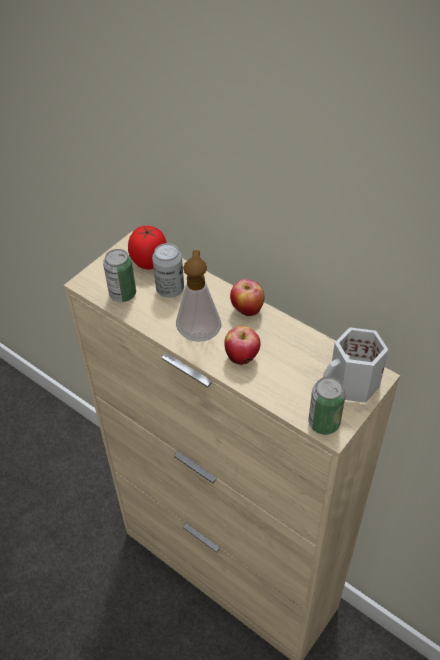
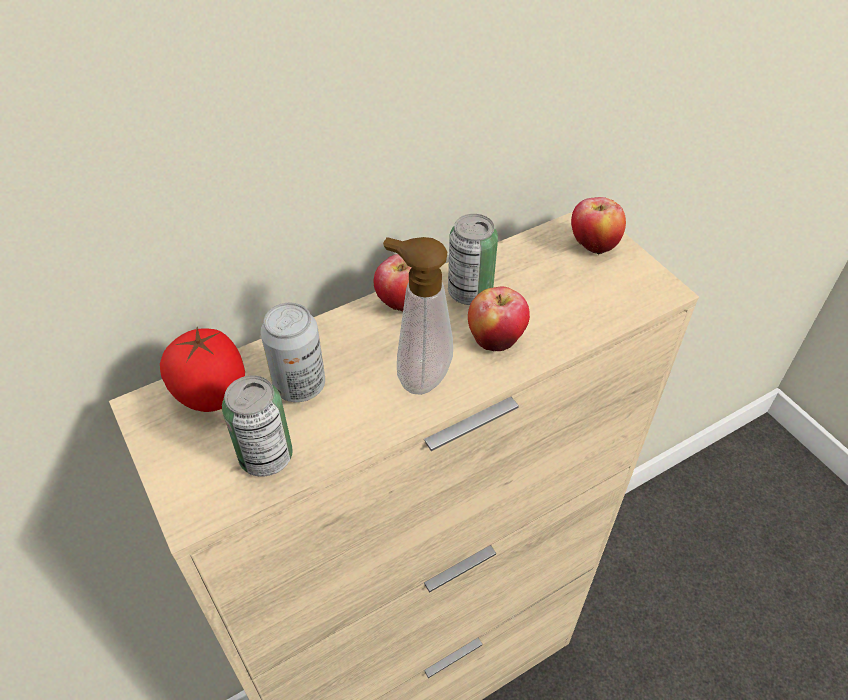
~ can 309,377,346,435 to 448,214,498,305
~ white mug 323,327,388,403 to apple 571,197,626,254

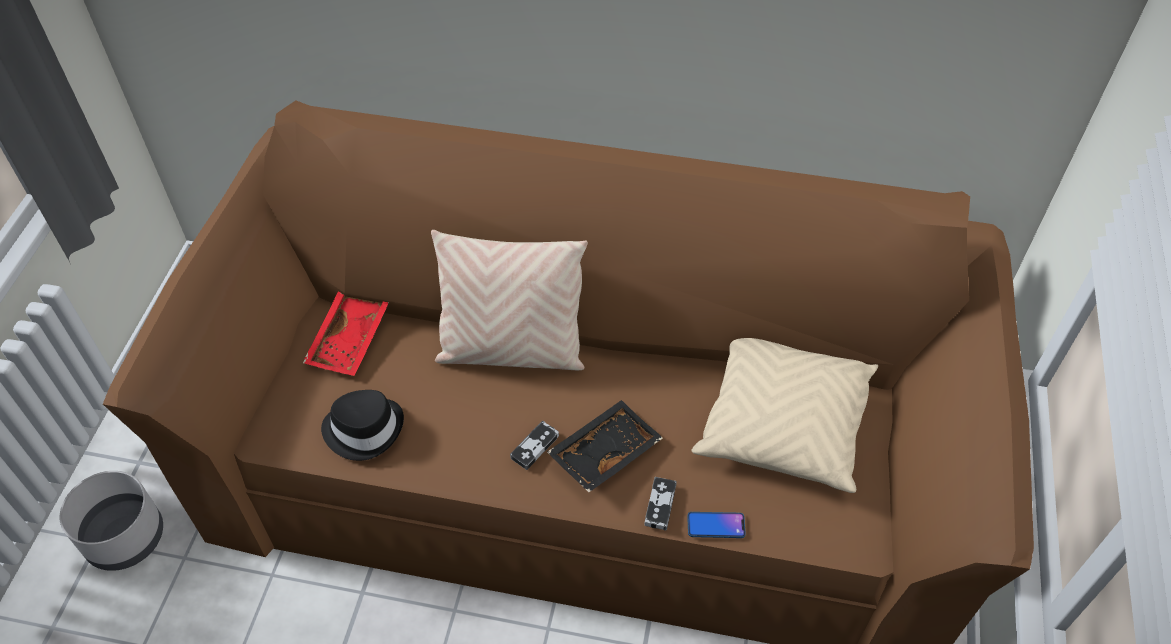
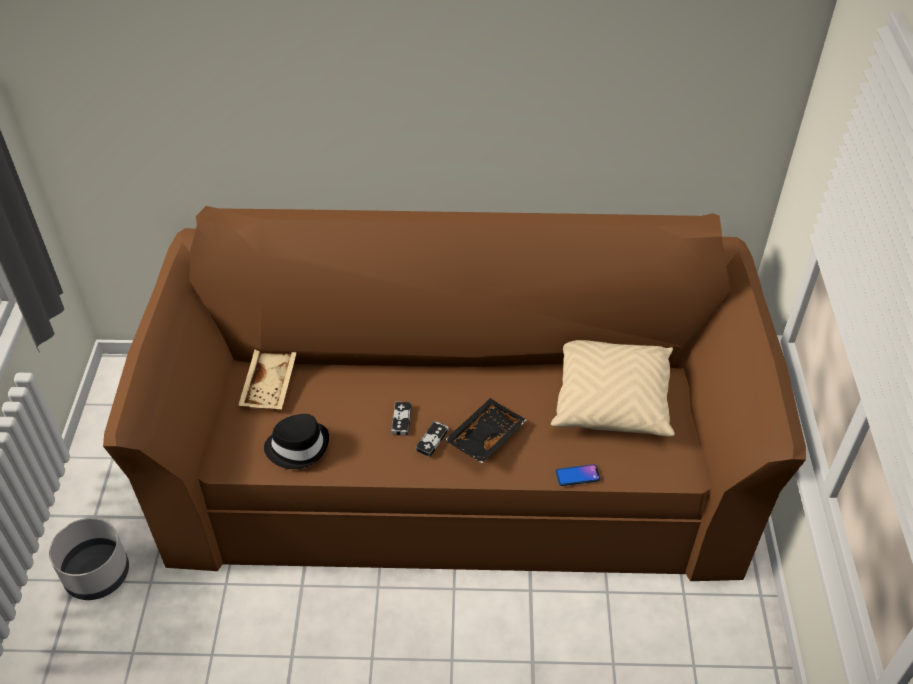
~ red tray 303,291,389,376 to beige tray 238,349,297,409
- beige pillow 431,230,588,370
~ game controller 644,477,677,531 to 392,402,412,436

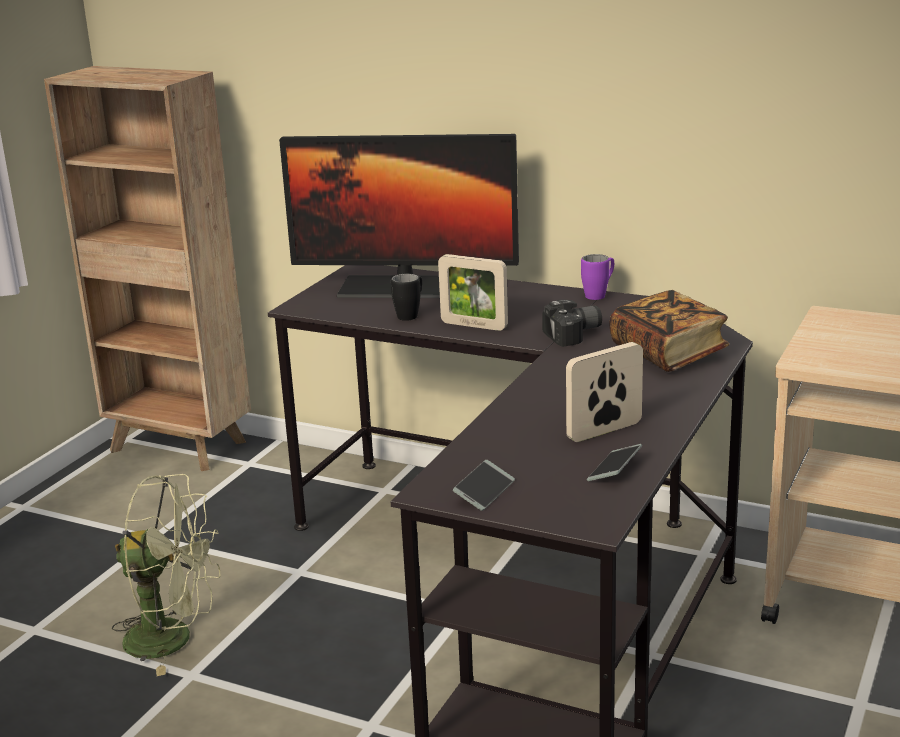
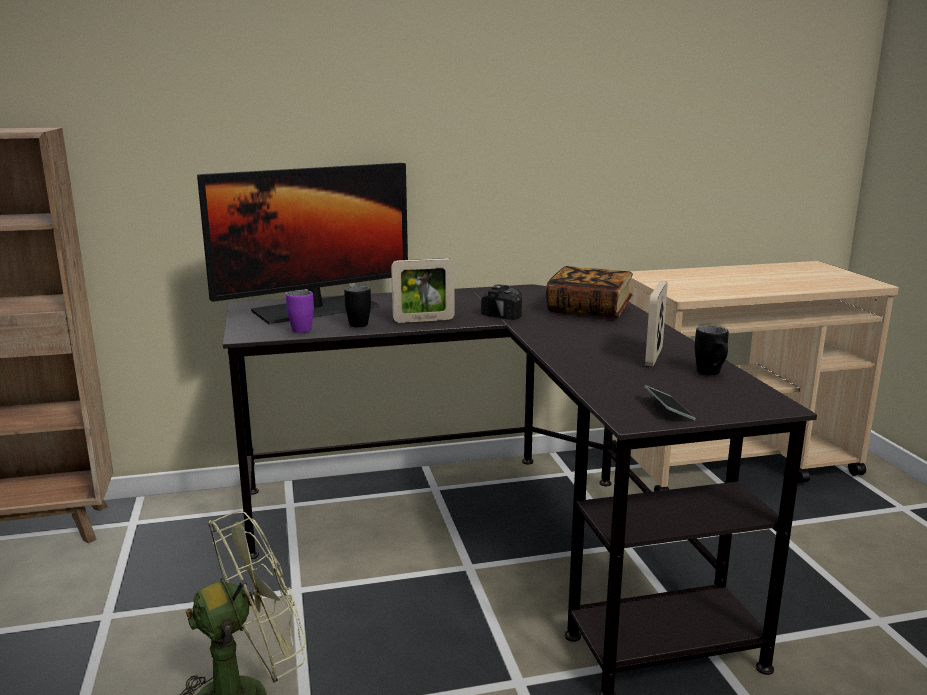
~ purple mug 581,254,614,300 to 286,290,314,333
~ phone 587,444,642,481 to black mug 695,325,729,376

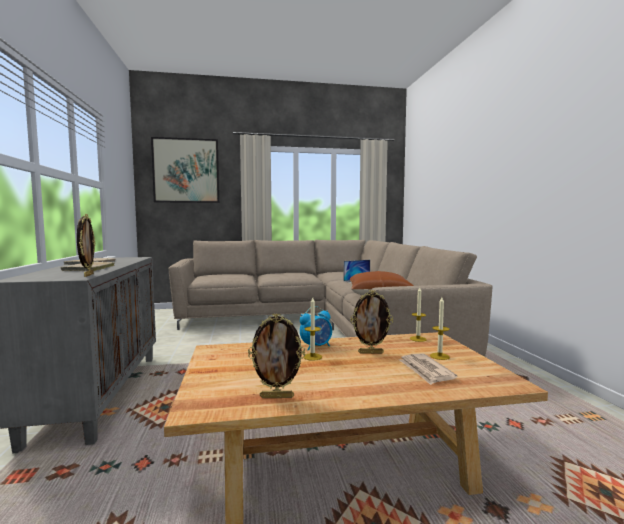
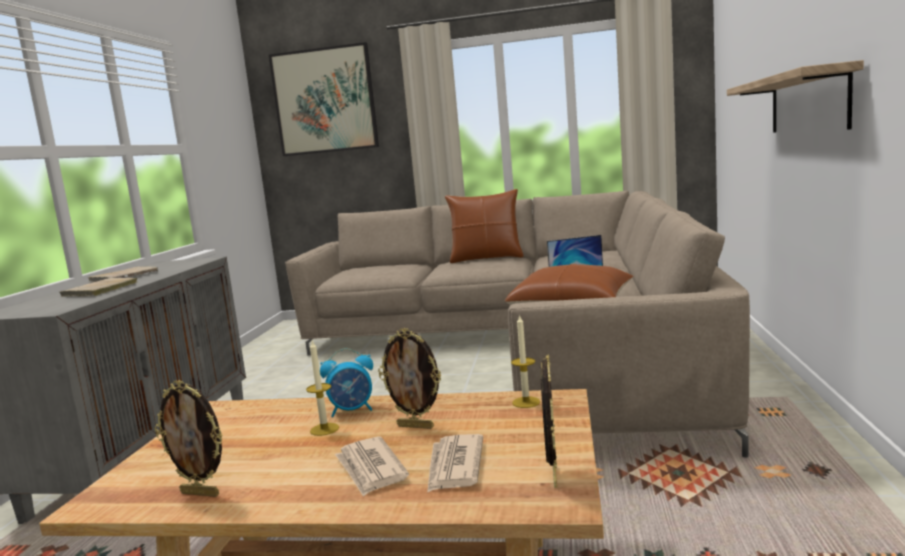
~ picture frame 77,214,96,277 to 540,354,557,488
- candle 430,297,450,360
+ newspaper 335,436,409,497
+ brown pillow 445,189,524,263
+ shelf 727,60,864,133

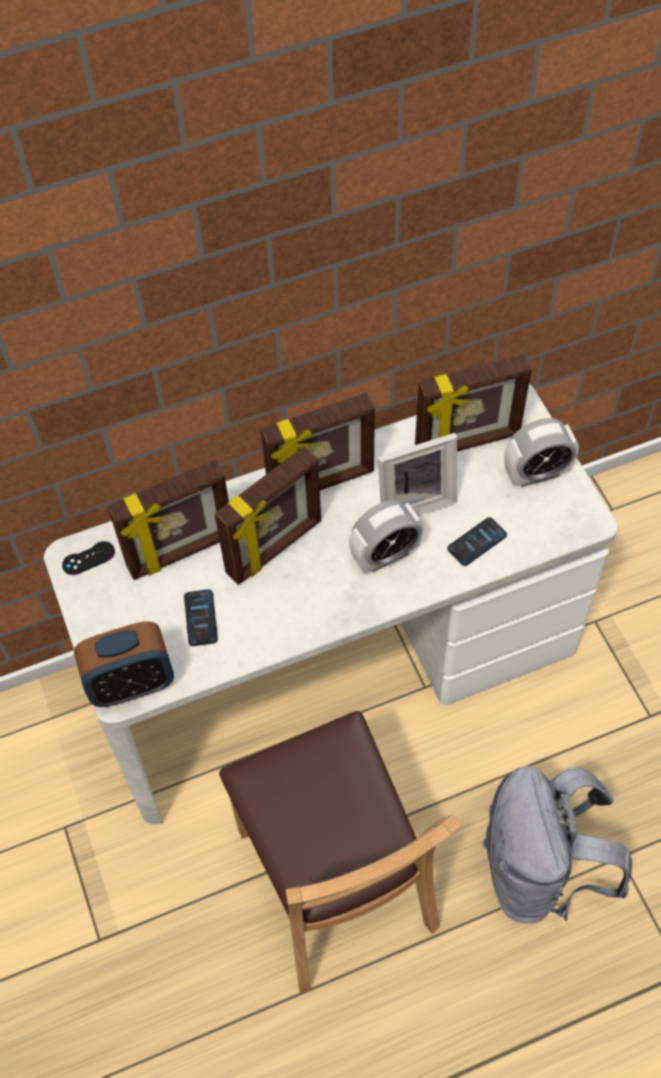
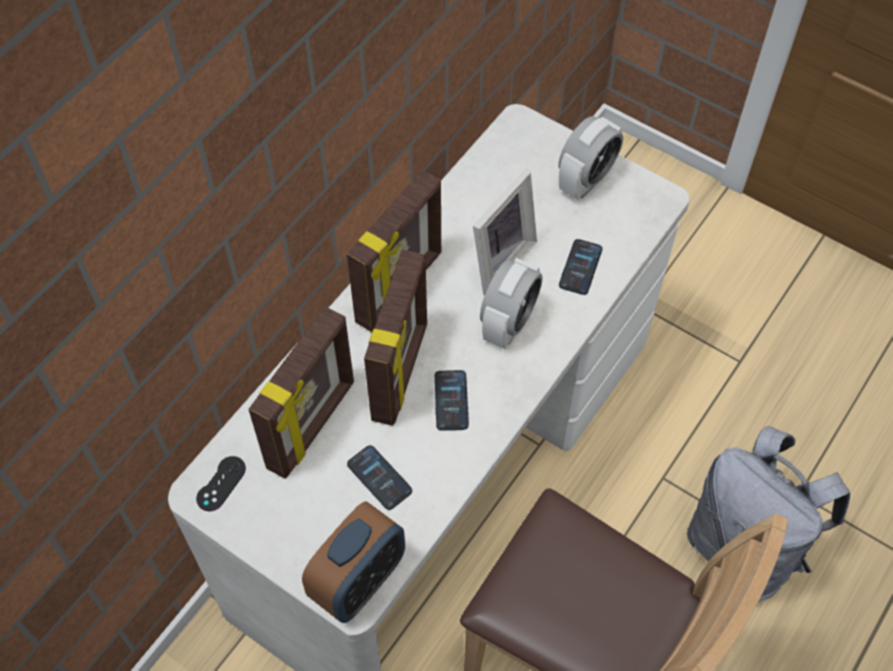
- picture frame 415,354,532,451
+ phone 435,370,469,431

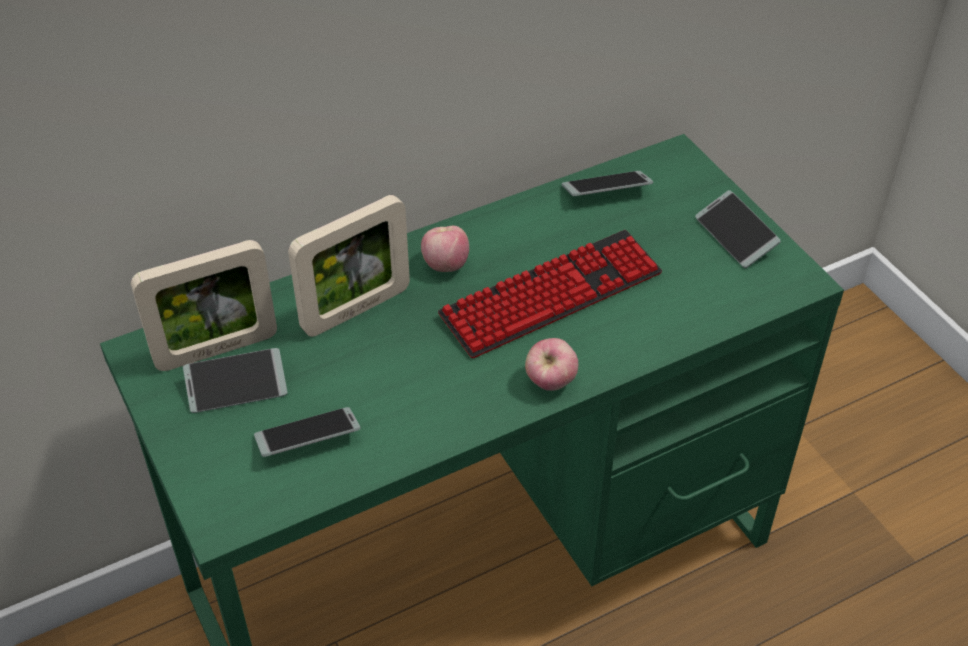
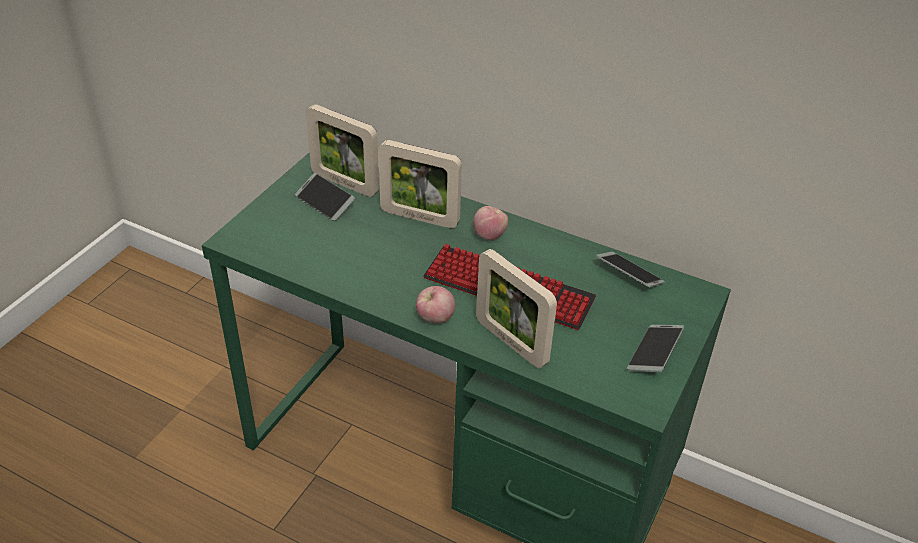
- phone 254,407,361,457
+ picture frame 476,249,557,368

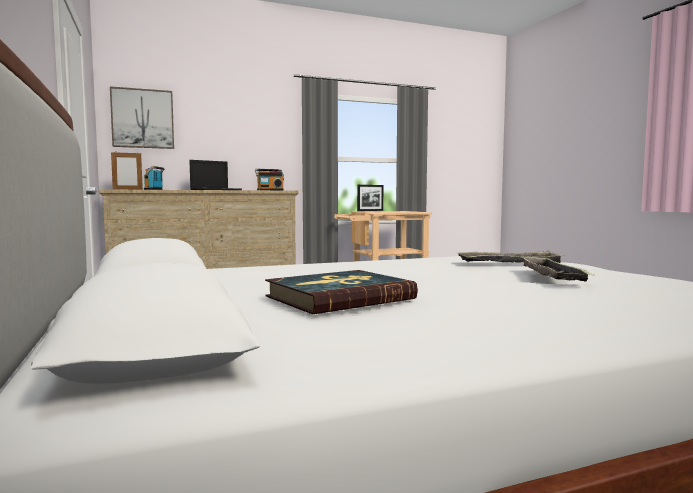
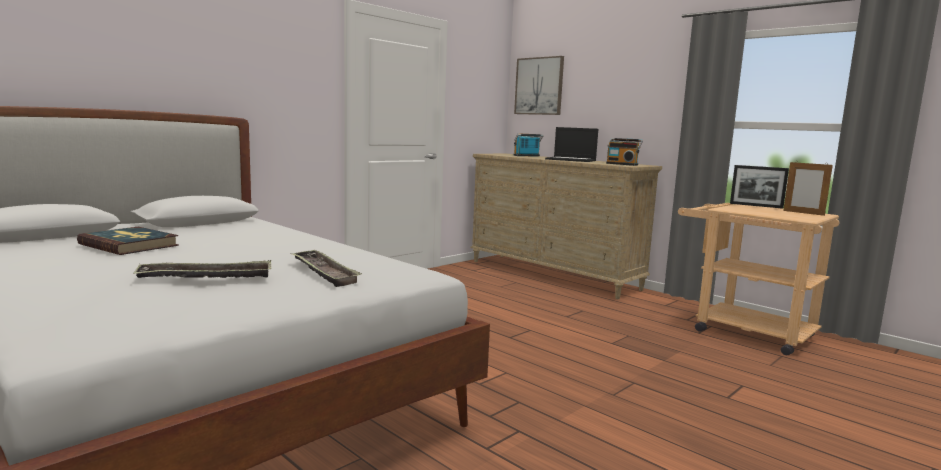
~ picture frame 111,152,143,190 to 783,161,833,216

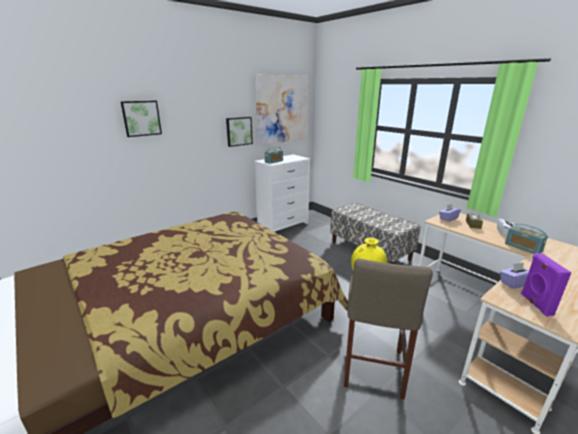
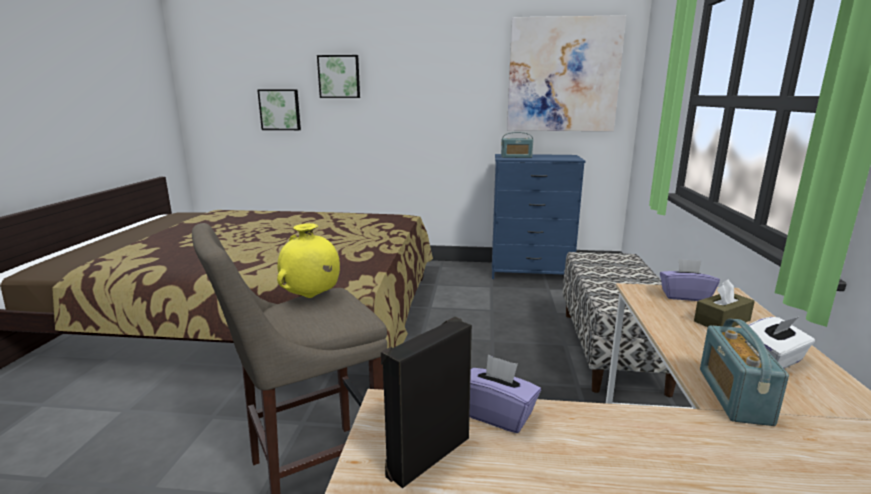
~ picture 226,117,253,147 to 257,89,301,130
~ white dresser 254,154,310,232 to blue dresser 492,154,586,279
~ purple speaker 521,253,572,316 to black speaker 381,317,472,488

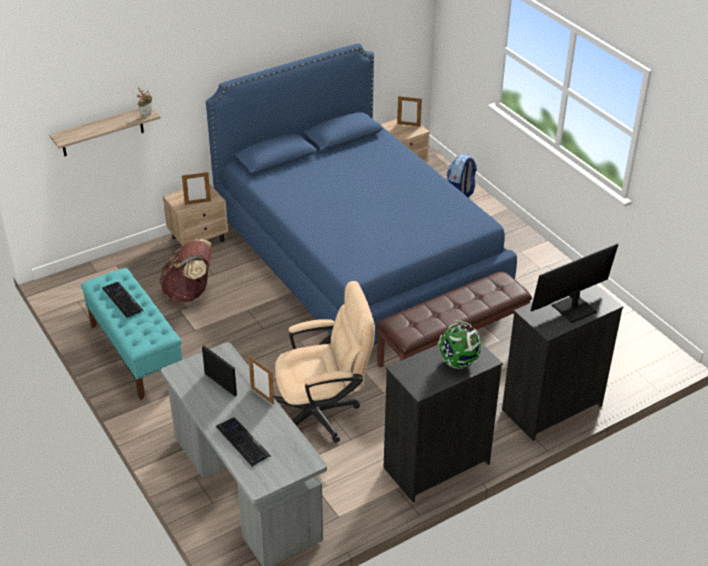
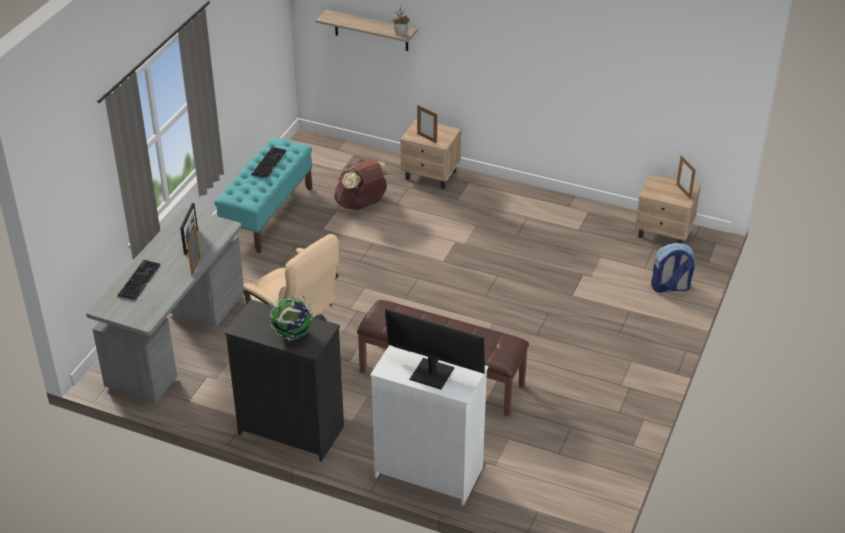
- blue bed 206,43,517,345
~ black dresser 502,285,624,441 to white dresser 370,345,488,506

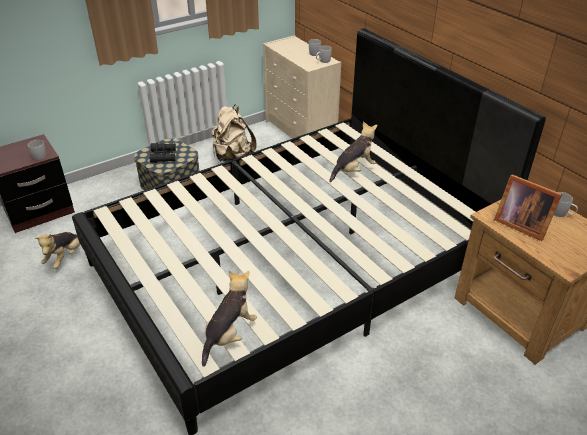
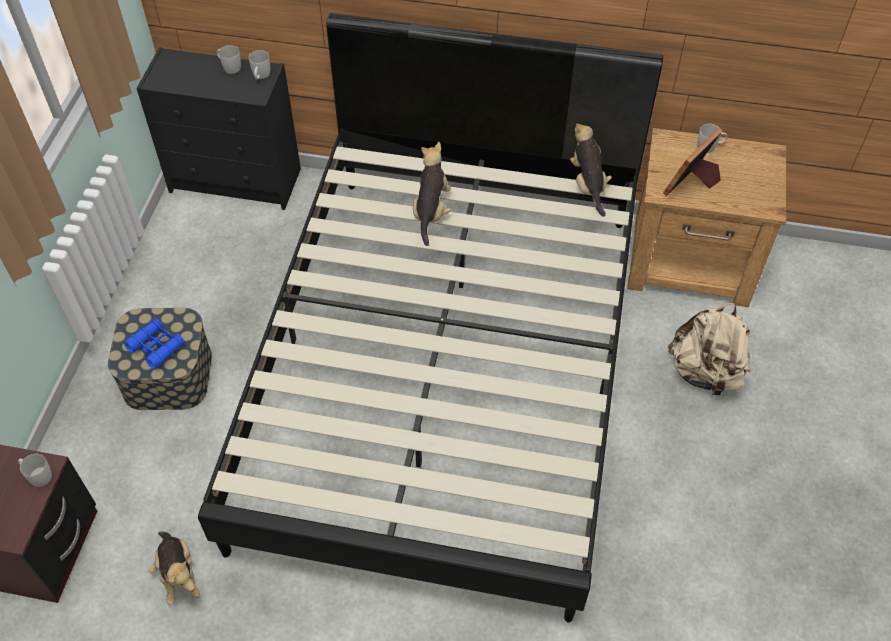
~ black binoculars 149,143,176,163 to blue binoculars 124,318,185,369
~ plush toy 202,271,257,367 to 570,124,612,217
~ beige backpack 211,105,256,162 to 668,303,751,396
~ beige dresser 263,35,341,139 to black dresser 136,47,301,210
~ picture frame 494,175,562,241 = 663,128,723,196 135 degrees clockwise

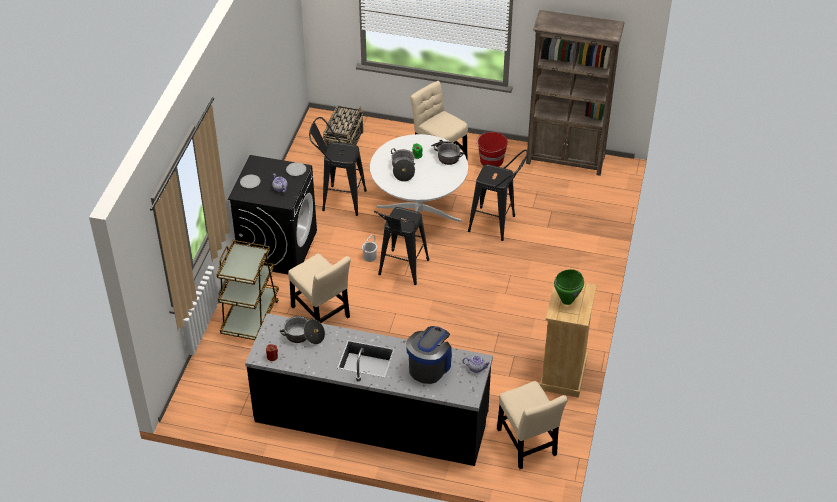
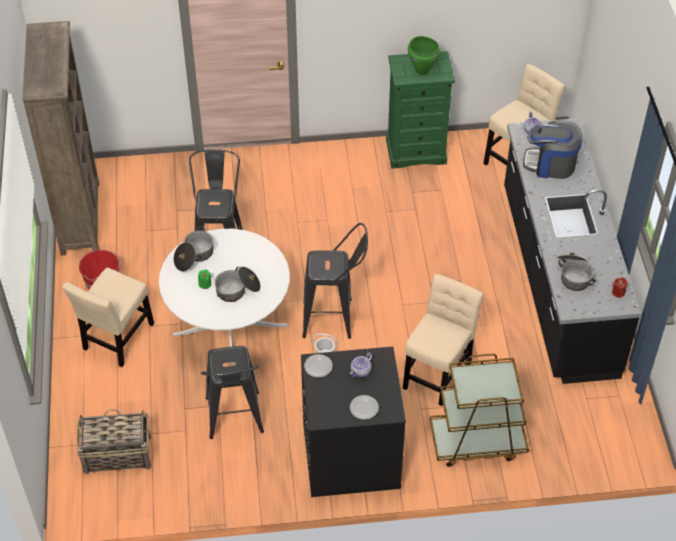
~ beige dresser 540,283,597,398 to green dresser 386,51,455,169

